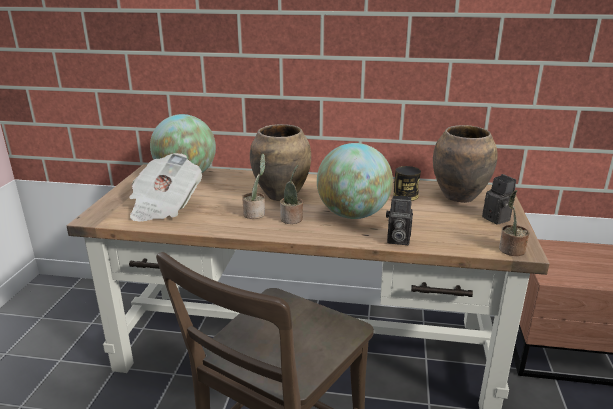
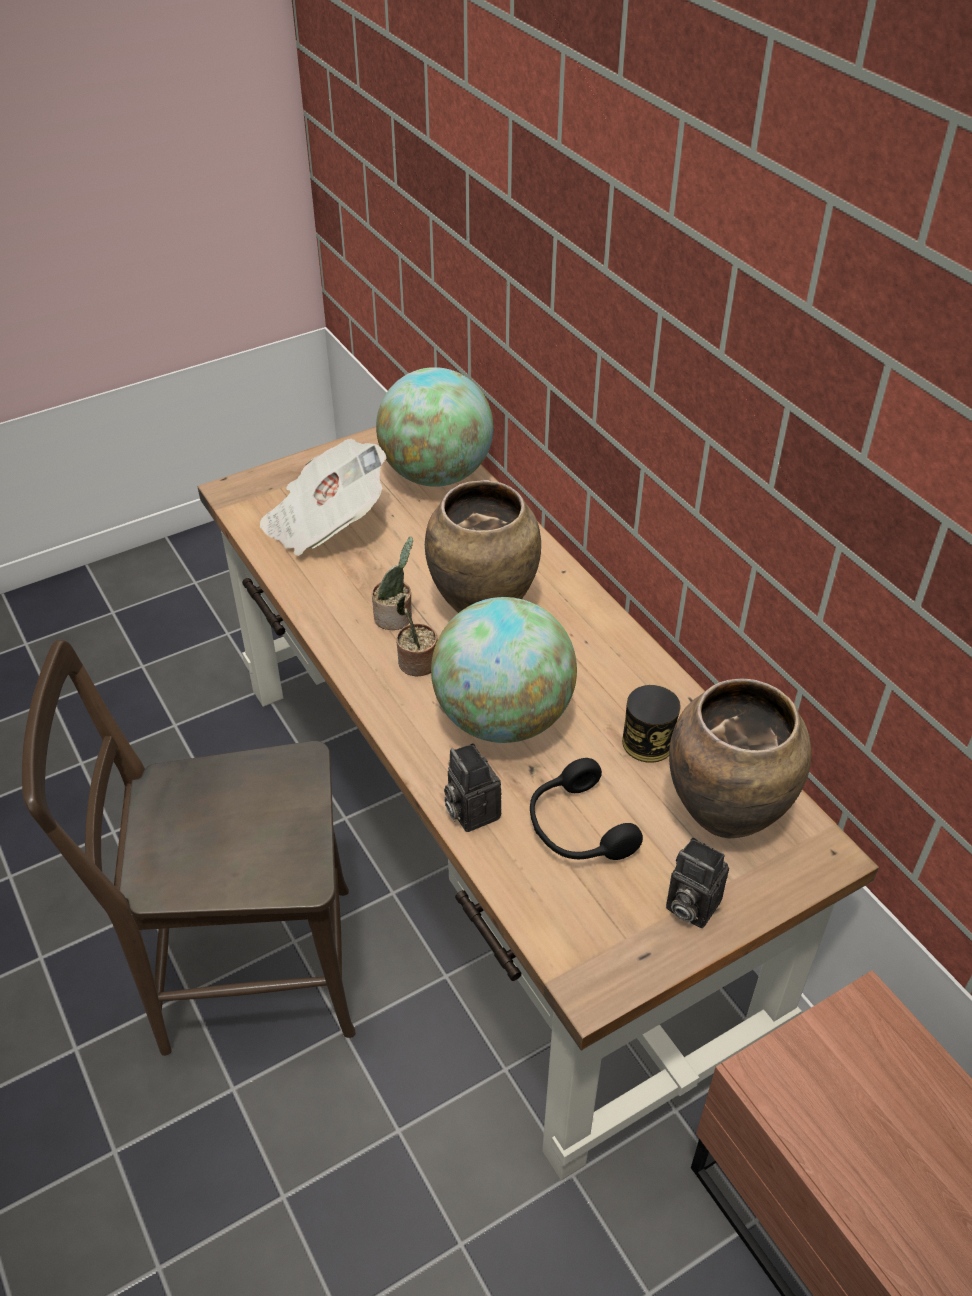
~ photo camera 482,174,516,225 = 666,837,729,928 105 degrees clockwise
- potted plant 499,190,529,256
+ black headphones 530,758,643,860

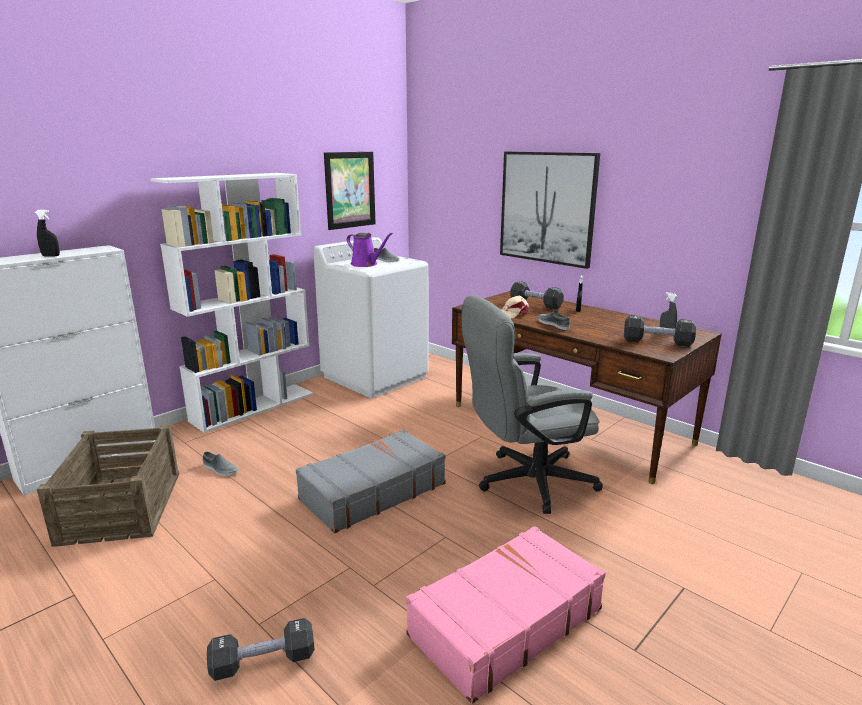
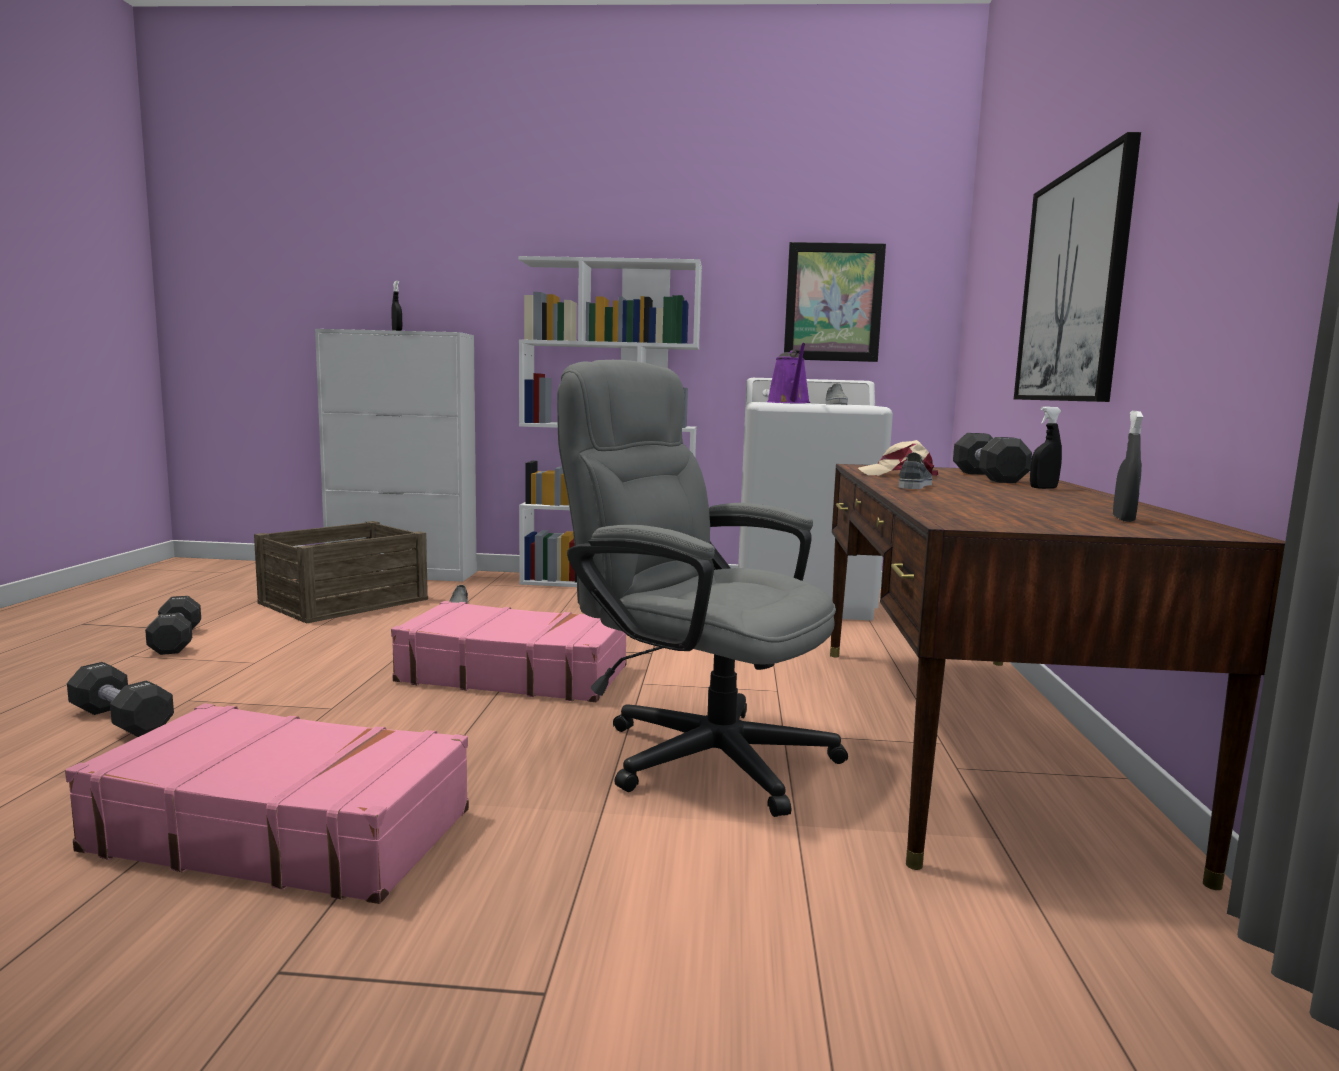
~ grey suitcase 296,430,446,533 to pink suitcase 391,601,627,703
~ black dumbbell 624,315,696,347 to 145,596,201,655

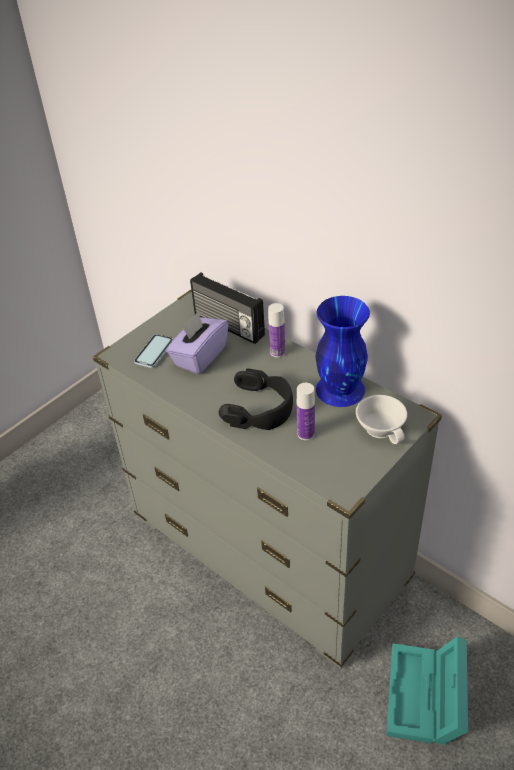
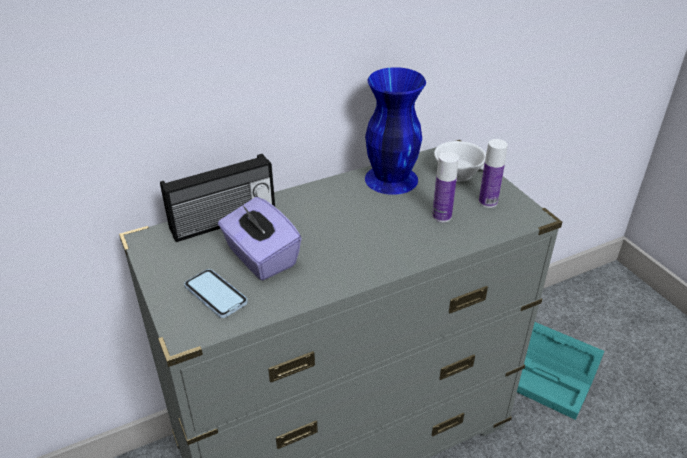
- black headphones 218,368,293,430
~ bottle 268,303,285,357 to 479,139,508,208

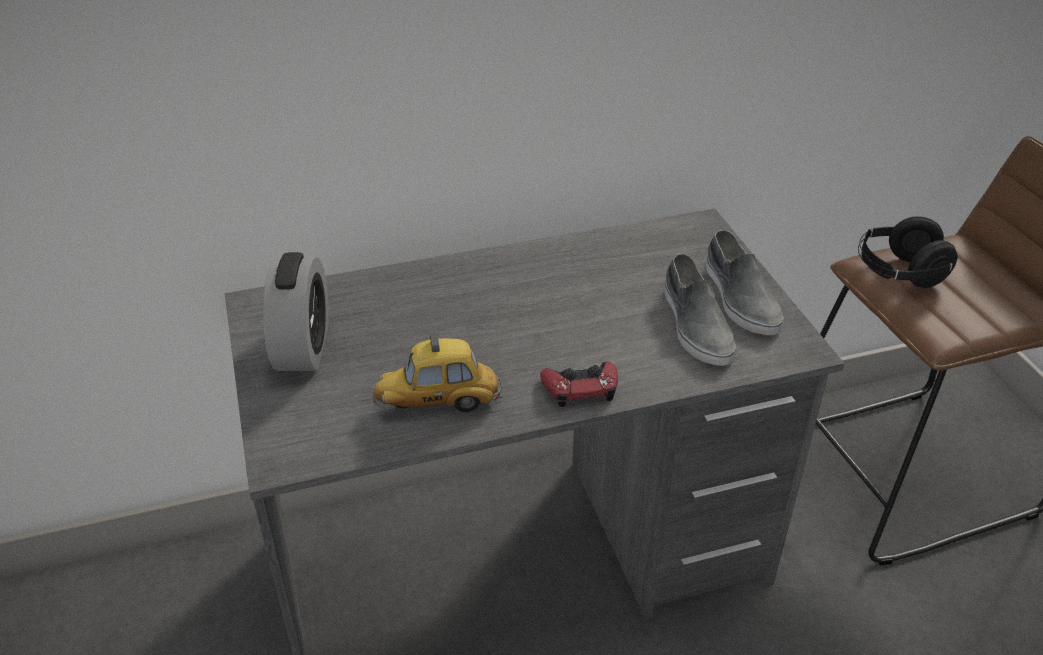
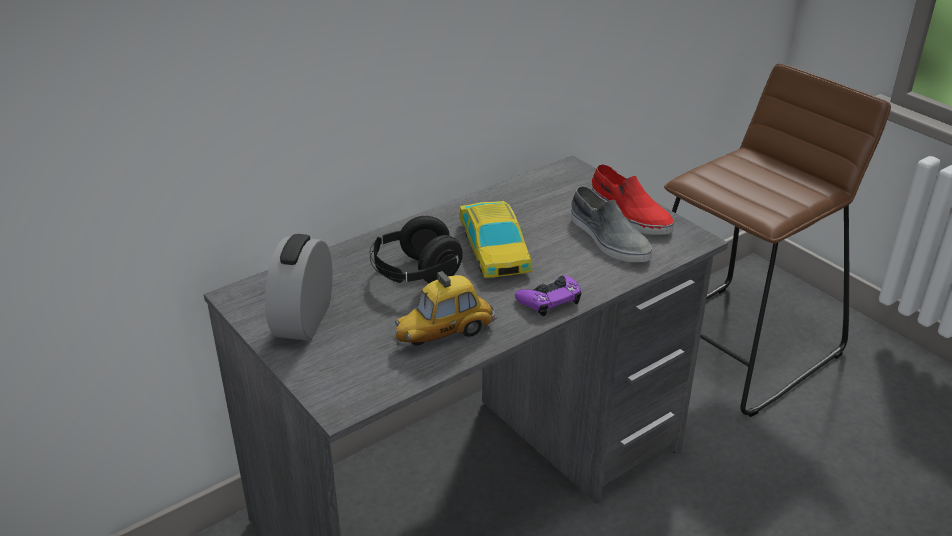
~ alarm clock 263,252,329,371 = 265,234,333,341 150 degrees counterclockwise
~ red game controller 540,361,618,407 to purple game controller 515,275,581,316
~ grey shoe 706,230,784,335 to red shoe 592,164,674,235
~ black headphones 858,216,957,288 to 370,216,463,283
+ toy car 459,201,533,278

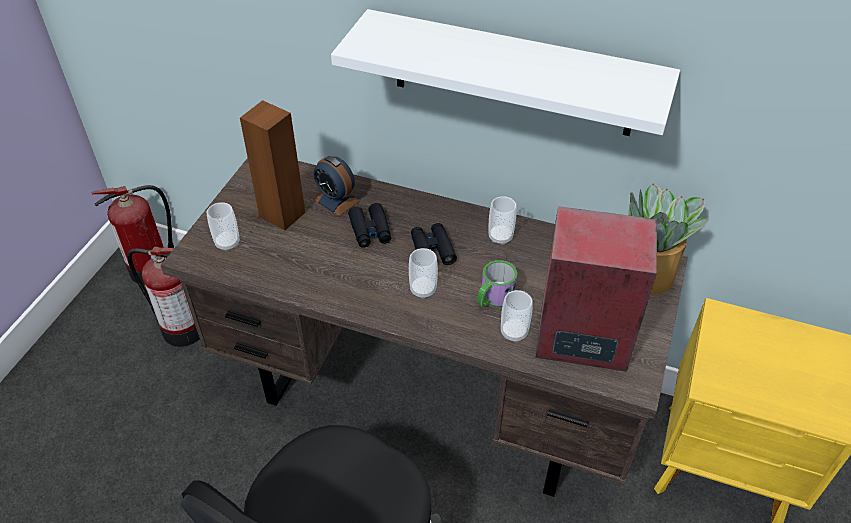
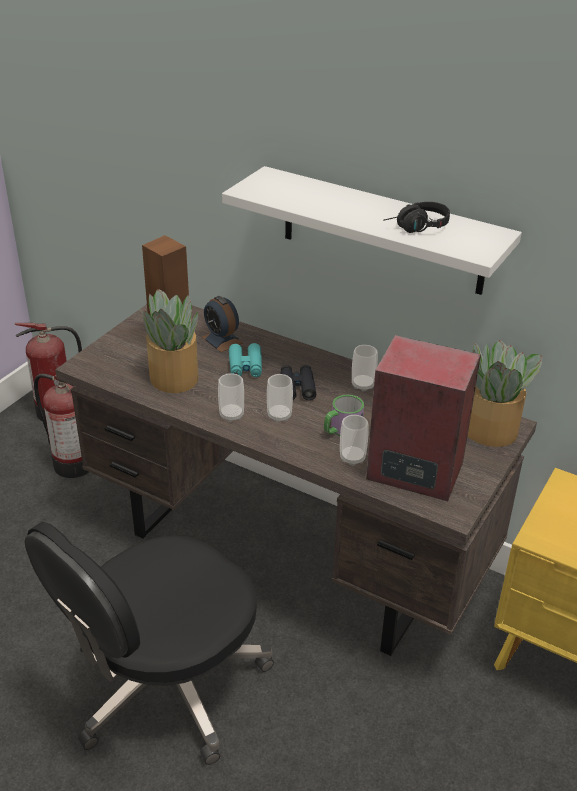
~ cup 207,202,240,251 to 218,373,244,422
~ black binoculars 348,203,391,248 to turquoise binoculars 229,343,262,377
+ potted plant 138,289,199,393
+ black headphones 383,202,450,233

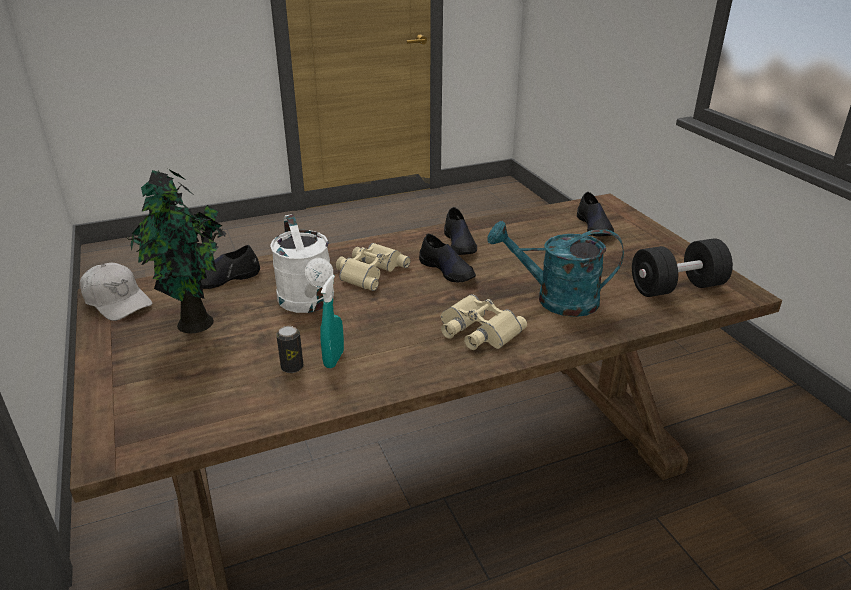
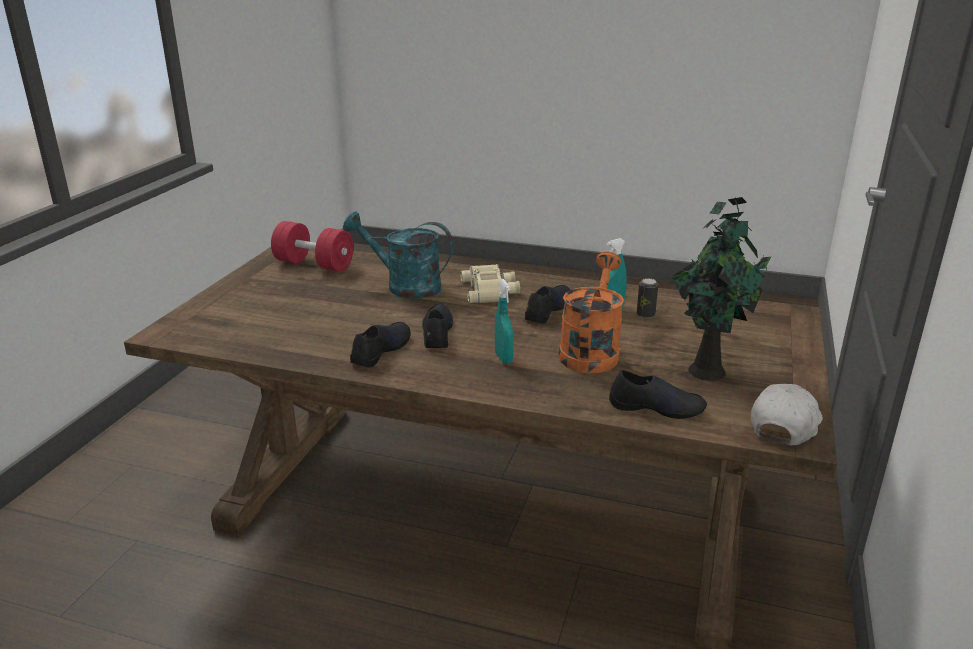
~ white cap 80,263,152,321 = 751,384,823,445 45 degrees clockwise
~ white watering can 270,214,334,313 to orange watering can 559,251,624,373
~ beige binoculars 336,243,410,291 to turquoise spray bottle 495,279,514,364
~ turquoise watering can 487,221,624,317 = 343,211,453,298 150 degrees clockwise
~ black shoe 577,192,614,236 to 525,285,570,323
~ black dumbbell 632,238,733,297 to red dumbbell 271,221,354,272

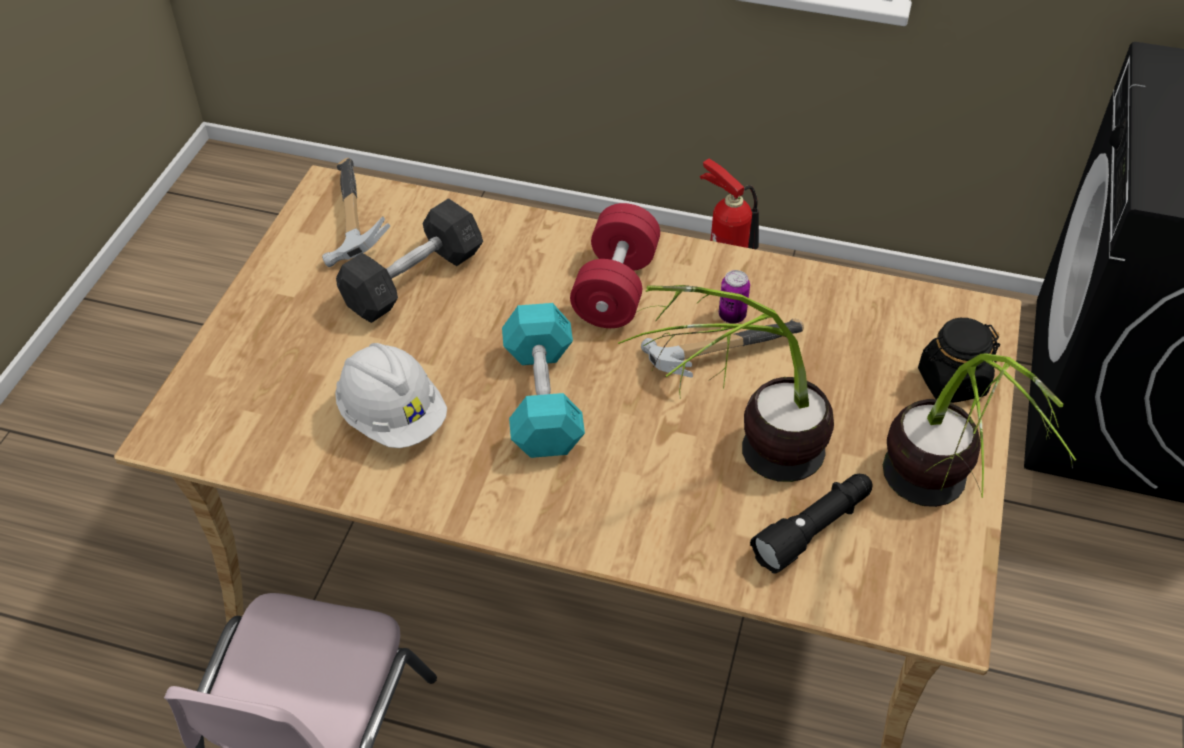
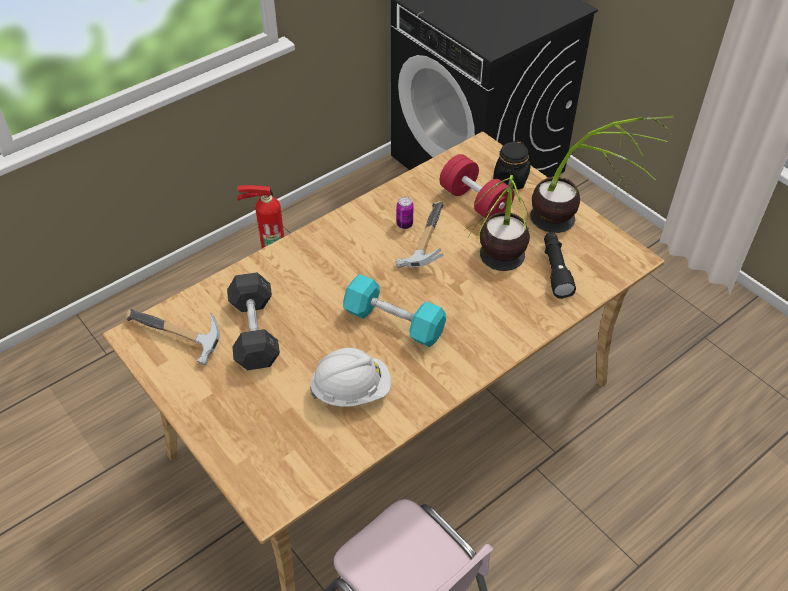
~ red dumbbell 570,203,660,328 to 440,154,514,219

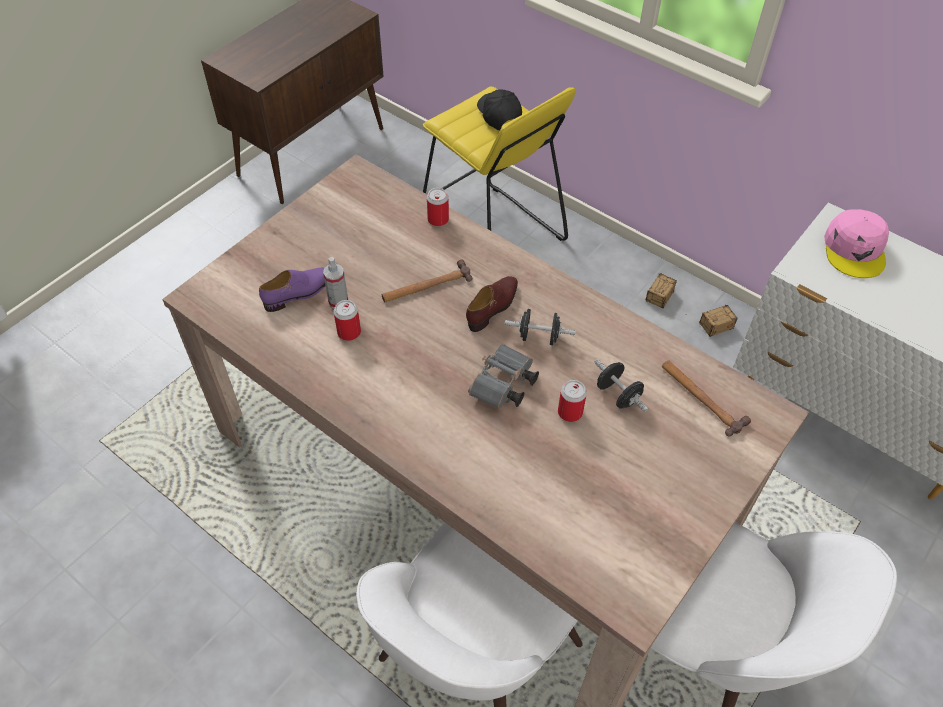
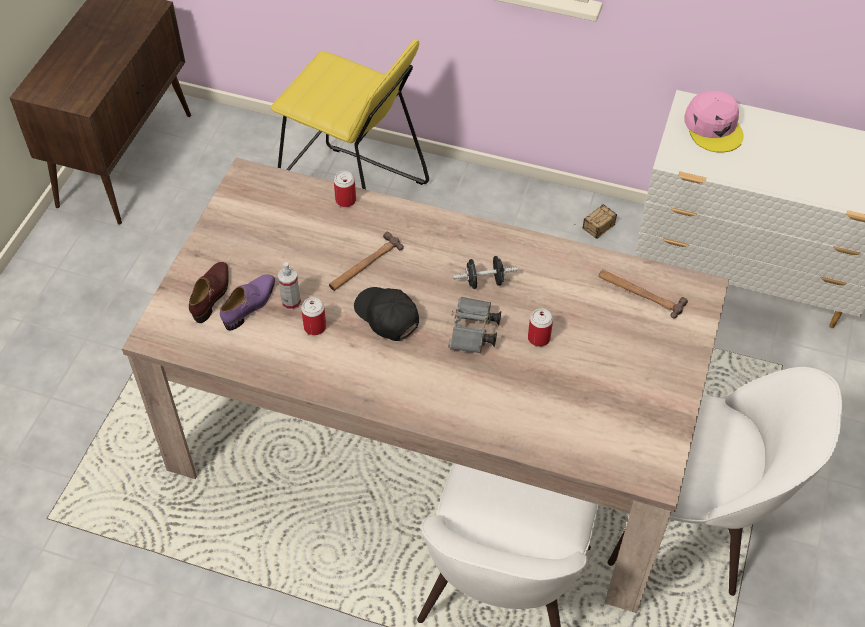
~ brown shoe 466,276,518,332 to 189,262,229,323
~ black cap 477,89,522,131 to 354,287,419,341
- black dumbbell 595,359,648,412
- storage box 645,273,677,308

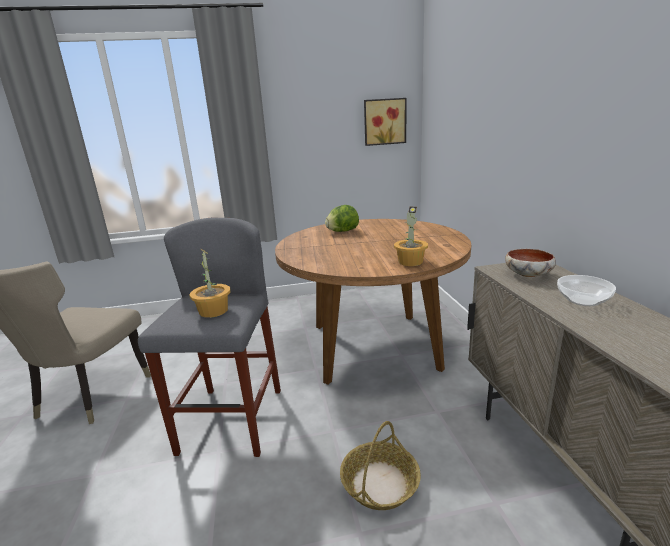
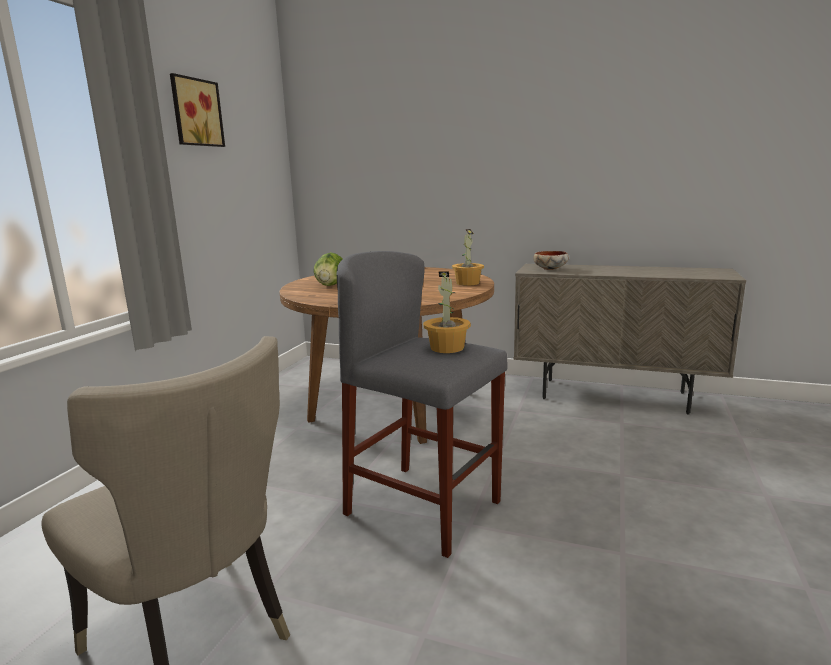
- basket 340,421,421,510
~ picture 364,98,407,146 to 170,73,225,147
- bowl 557,275,616,306

